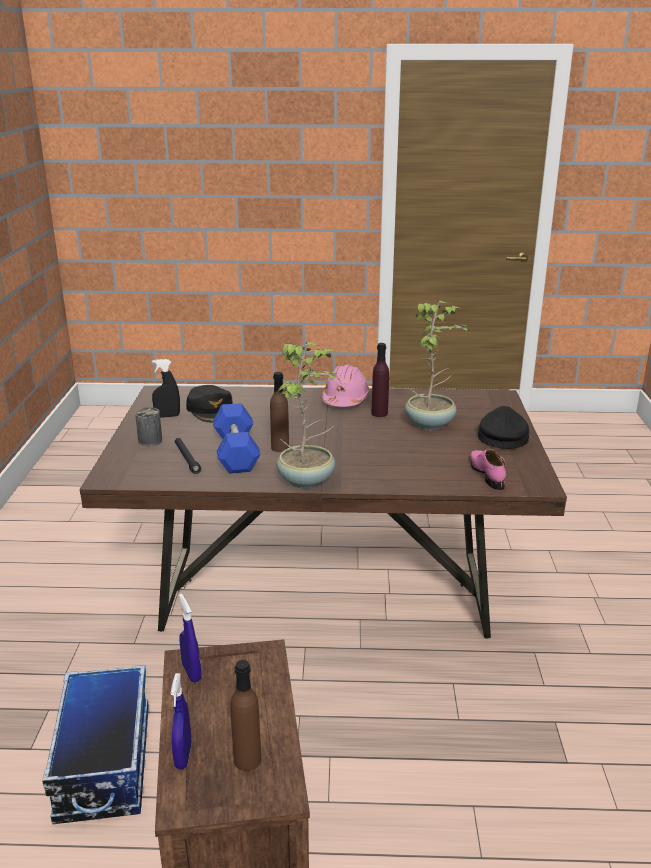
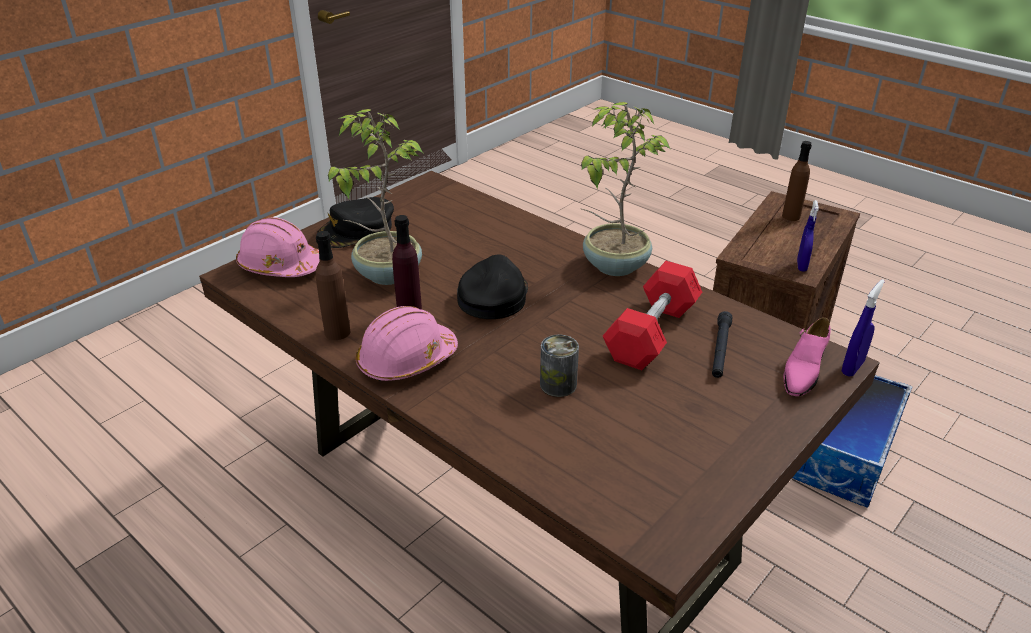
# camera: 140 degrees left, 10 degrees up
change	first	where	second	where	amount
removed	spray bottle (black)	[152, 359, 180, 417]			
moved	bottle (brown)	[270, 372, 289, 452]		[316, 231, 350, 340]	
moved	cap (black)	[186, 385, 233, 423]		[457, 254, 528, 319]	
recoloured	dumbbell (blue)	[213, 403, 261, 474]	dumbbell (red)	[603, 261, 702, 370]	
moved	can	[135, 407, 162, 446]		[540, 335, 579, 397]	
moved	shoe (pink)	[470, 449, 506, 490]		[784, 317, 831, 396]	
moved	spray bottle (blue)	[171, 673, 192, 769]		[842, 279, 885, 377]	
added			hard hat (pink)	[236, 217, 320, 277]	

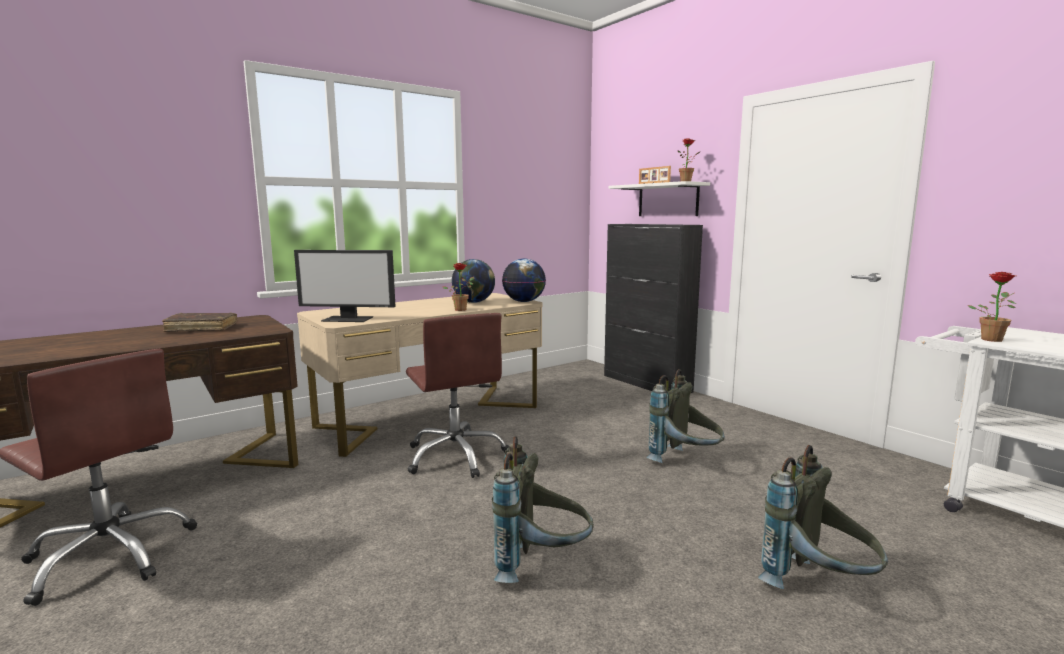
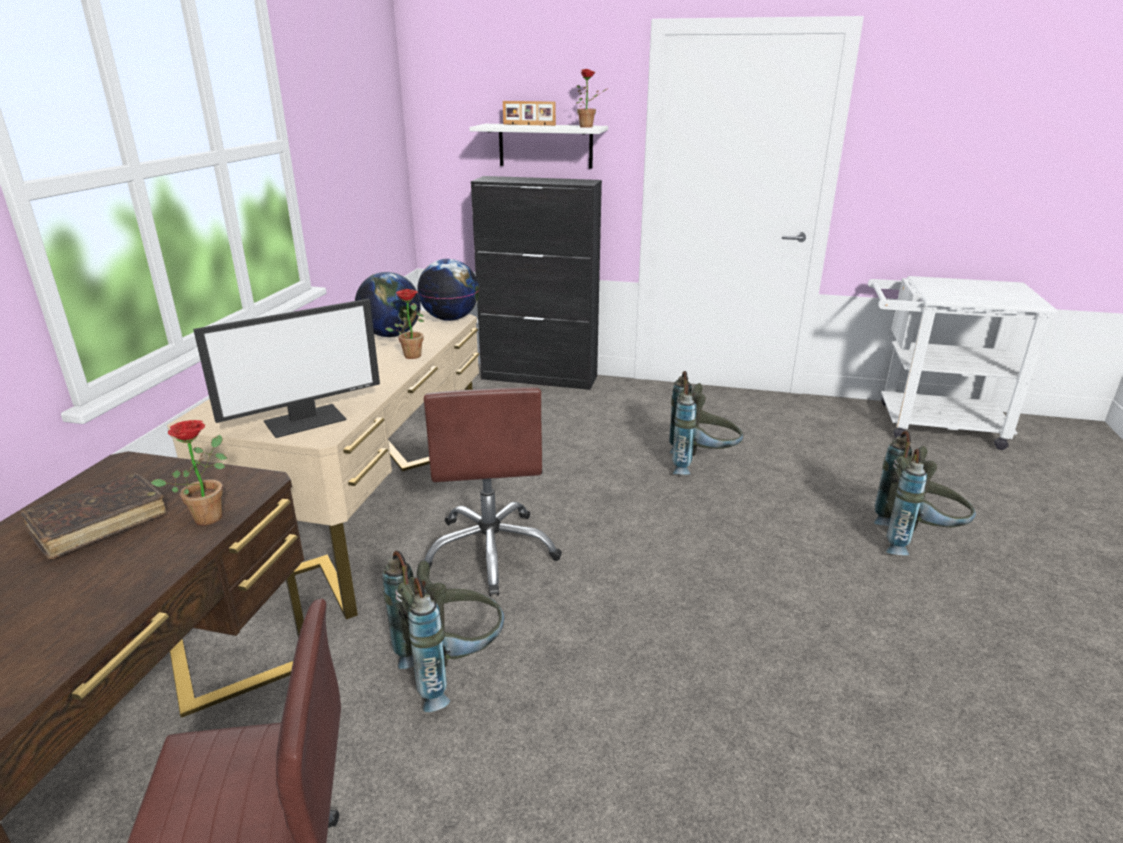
# camera: 40 degrees left, 15 degrees up
change	first	where	second	where	amount
moved	potted plant	[968, 272, 1016, 342]		[150, 420, 227, 525]	
turned	office chair (brown)	[406, 313, 509, 478]		[420, 387, 562, 596]	60 degrees clockwise
moved	backpack (grey)	[492, 436, 594, 583]		[382, 551, 504, 712]	

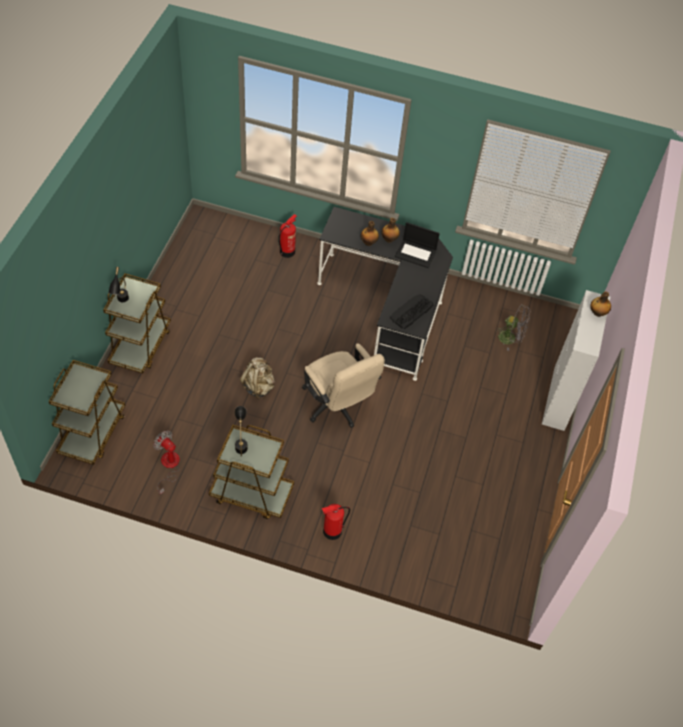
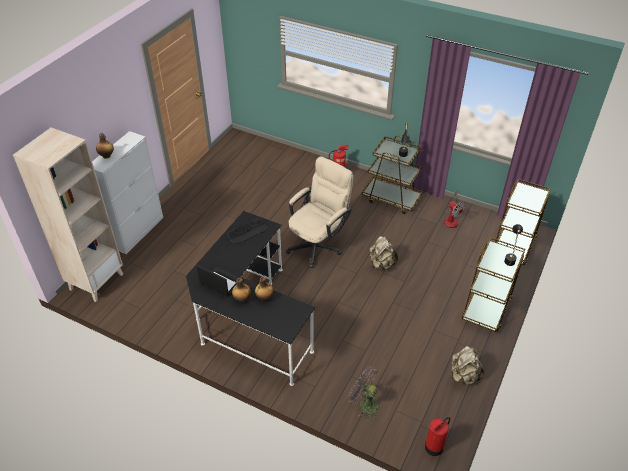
# camera: 165 degrees left, 10 degrees down
change	first	where	second	where	amount
moved	fire extinguisher	[279, 214, 297, 258]		[425, 417, 450, 456]	
moved	fan (grey)	[495, 304, 531, 351]		[347, 366, 380, 420]	
turned	office chair (beige)	[302, 343, 385, 428]		[286, 156, 353, 268]	60 degrees clockwise
added			bookcase (beige)	[13, 128, 123, 302]	
added			backpack (beige)	[450, 346, 484, 385]	

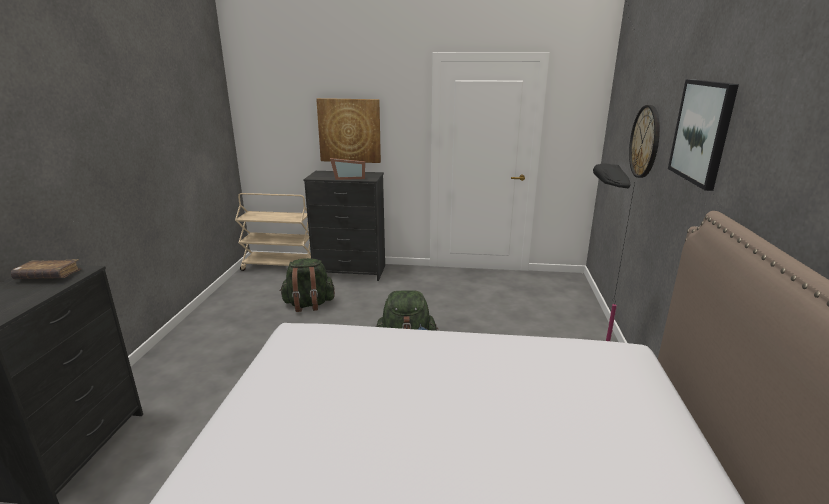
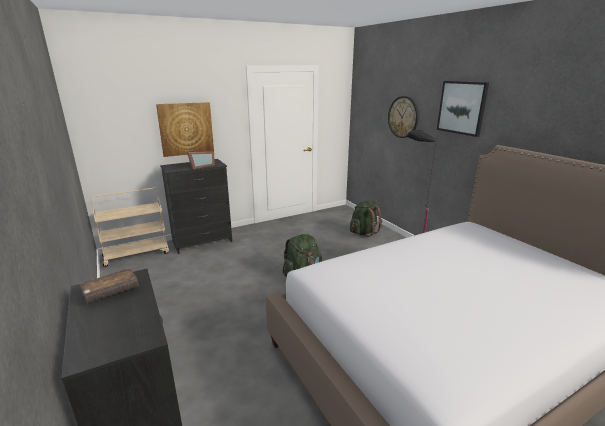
# camera: 35 degrees left, 0 degrees up
change	first	where	second	where	amount
moved	backpack (green)	[280, 258, 335, 312]		[350, 201, 382, 237]	

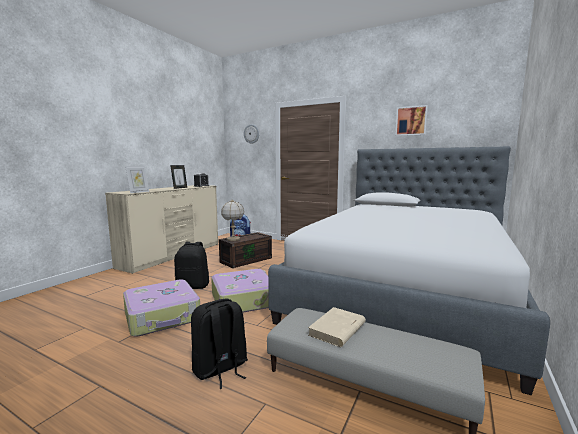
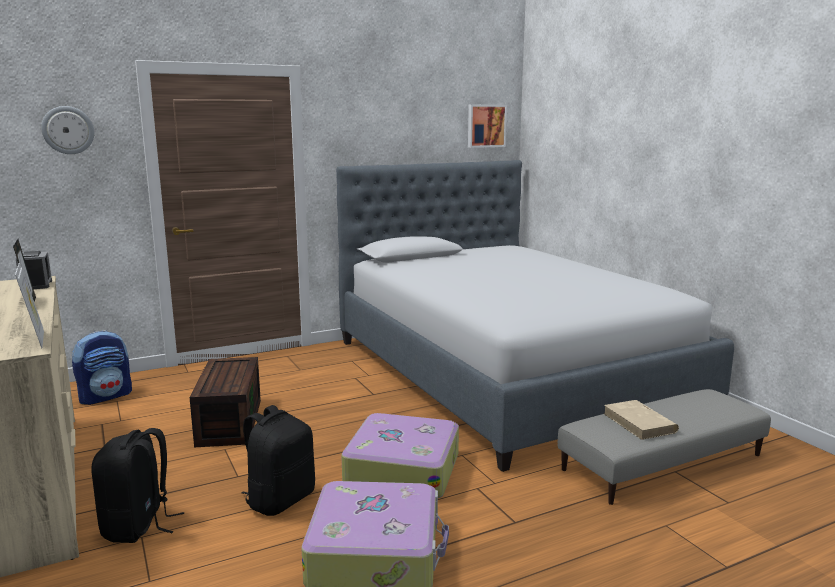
# camera: 55 degrees left, 5 degrees up
change	first	where	second	where	amount
moved	picture	[395, 105, 428, 136]		[468, 105, 507, 148]	
removed	table lamp	[221, 199, 244, 241]			
moved	backpack (black)	[191, 299, 248, 389]		[92, 428, 184, 543]	

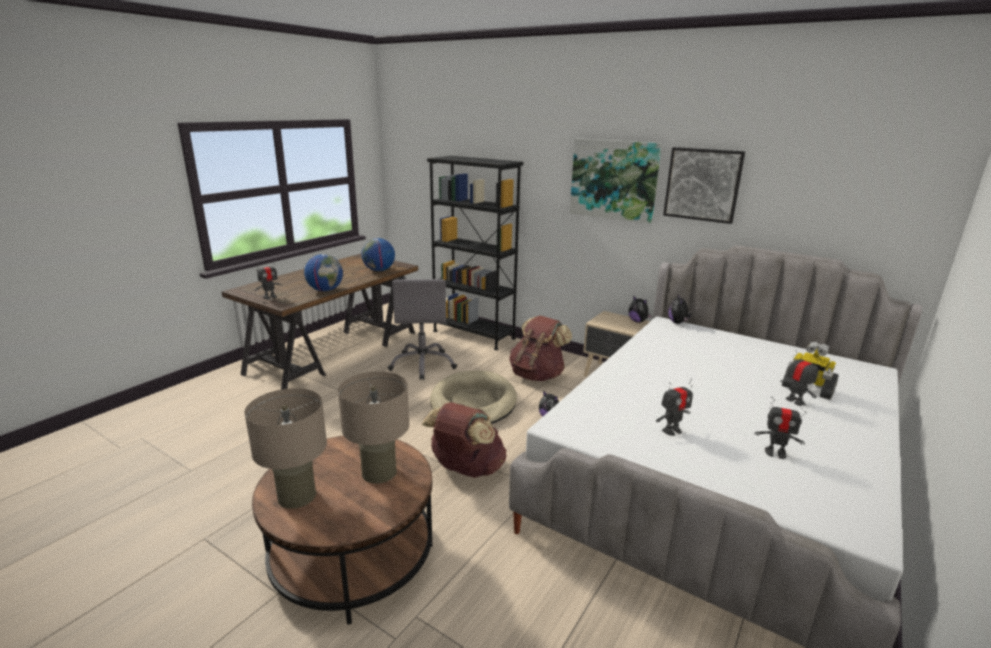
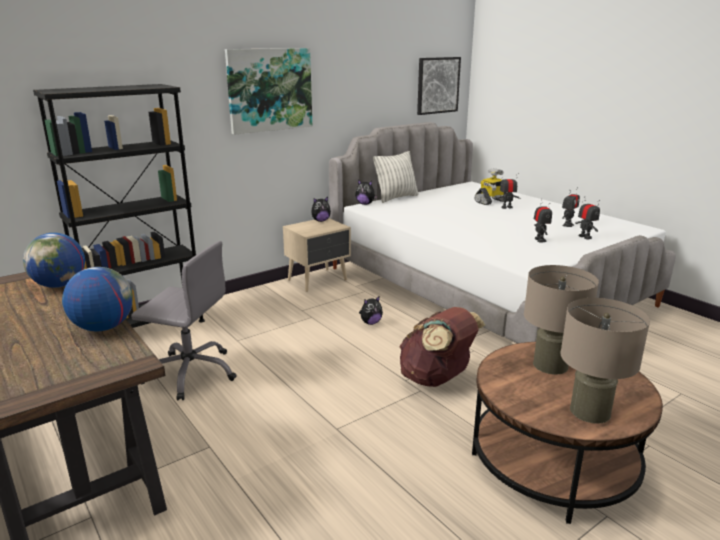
# camera: 70 degrees left, 0 degrees up
change	first	where	second	where	amount
moved	picture	[663, 147, 745, 224]		[417, 57, 461, 115]	
moved	toy robot	[254, 260, 281, 300]		[575, 196, 600, 240]	
removed	backpack (brown)	[509, 316, 572, 381]			
removed	dog bed (beige)	[430, 371, 517, 424]			
added			pillow	[373, 151, 419, 203]	

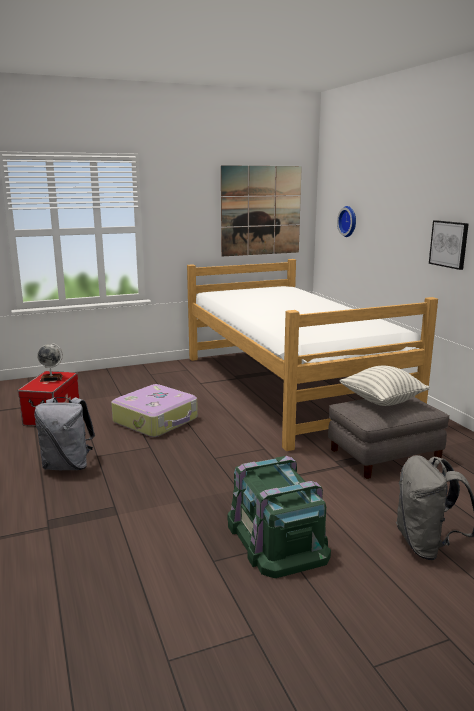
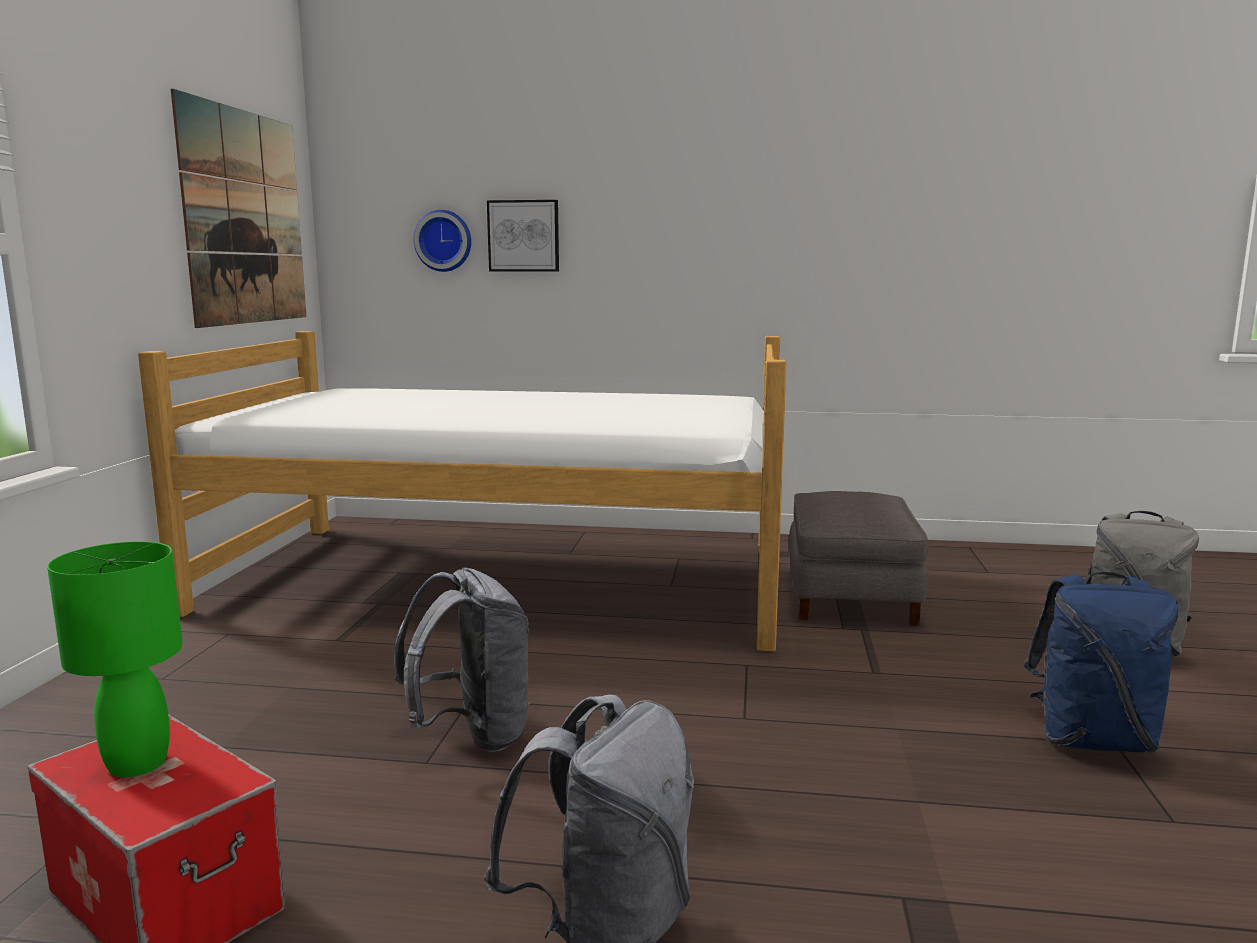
# camera: 60 degrees left, 5 degrees down
change	first	where	second	where	amount
moved	picture	[429, 220, 469, 270]		[487, 200, 559, 272]	
replaced	globe	[37, 343, 63, 382]	table lamp (green)	[47, 541, 183, 777]	
removed	pillow	[339, 366, 430, 406]			
replaced	suitcase	[111, 384, 198, 437]	backpack (grey)	[394, 568, 531, 752]	
replaced	storage box (green)	[227, 456, 331, 578]	backpack (blue)	[1024, 572, 1178, 752]	

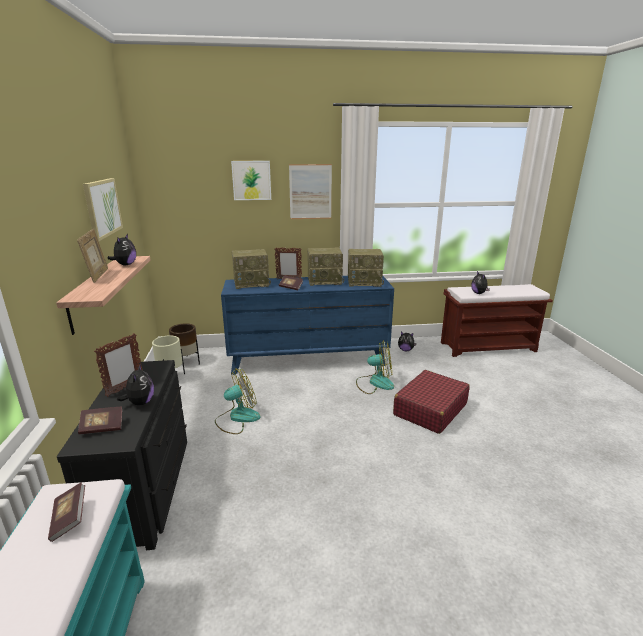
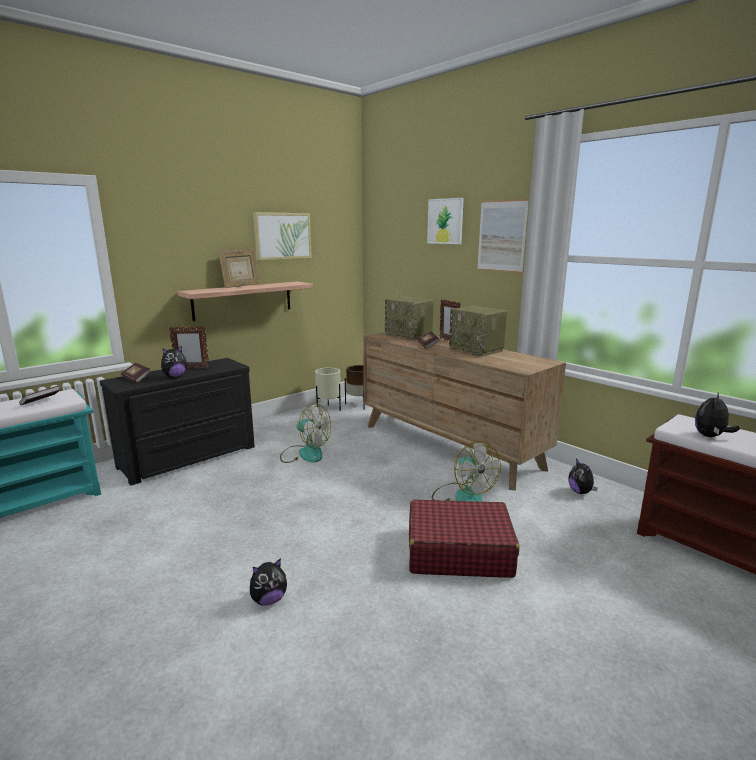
# camera: 55 degrees right, 5 degrees down
change	first	where	second	where	amount
moved	plush toy	[107, 234, 136, 265]		[250, 558, 287, 606]	
removed	radio	[348, 249, 384, 287]			
recoloured	dresser (blue)	[221, 276, 394, 375]	dresser (brown)	[363, 332, 566, 491]	

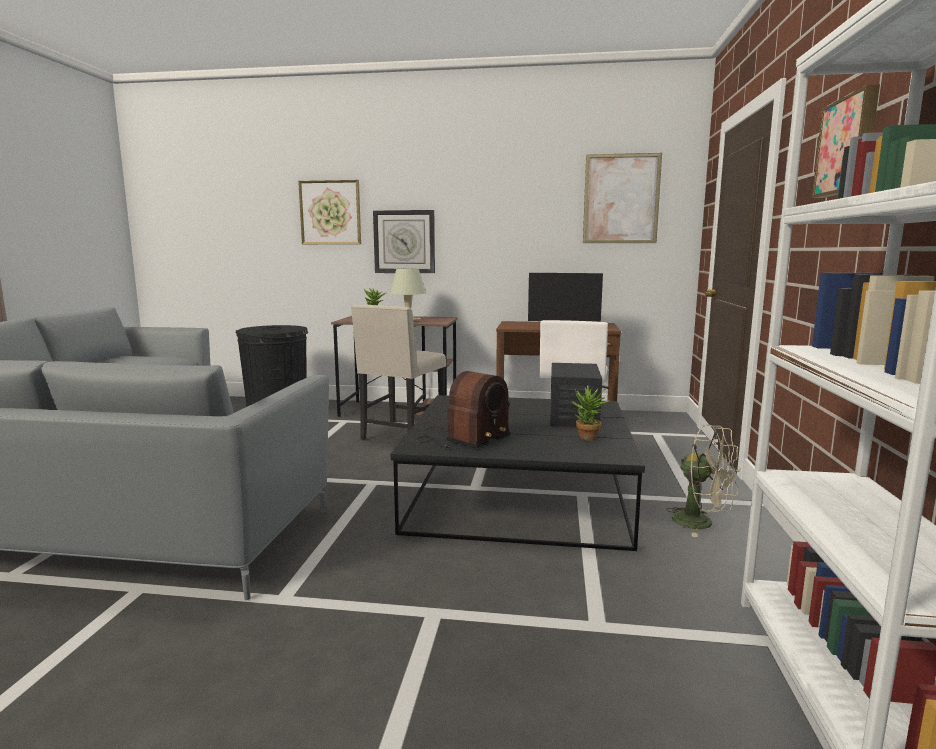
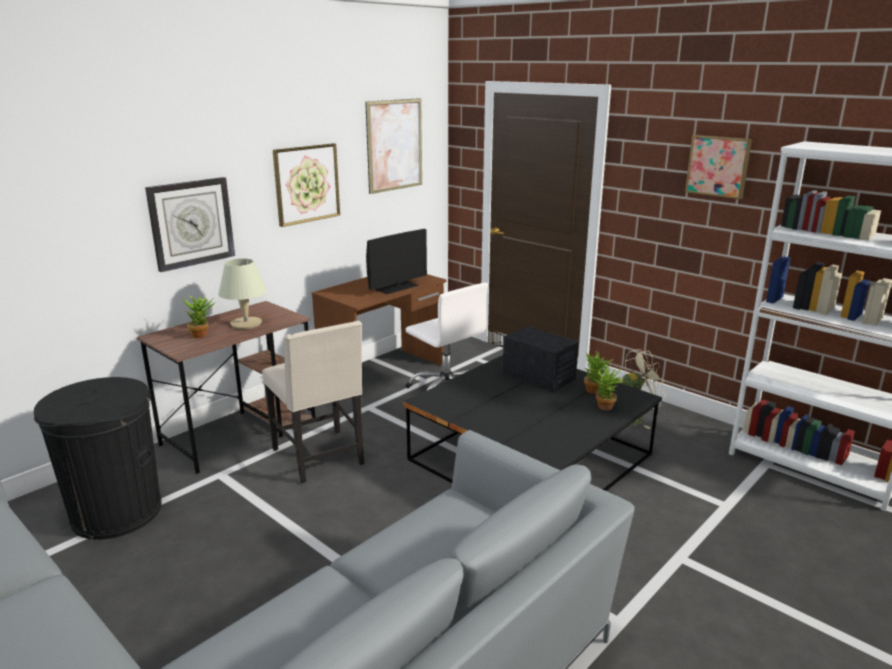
# camera: 55 degrees left, 10 degrees up
change	first	where	second	where	amount
moved	picture	[298, 180, 361, 244]		[273, 143, 340, 227]	
removed	radio	[416, 371, 510, 450]			
added			potted plant	[593, 365, 624, 411]	

